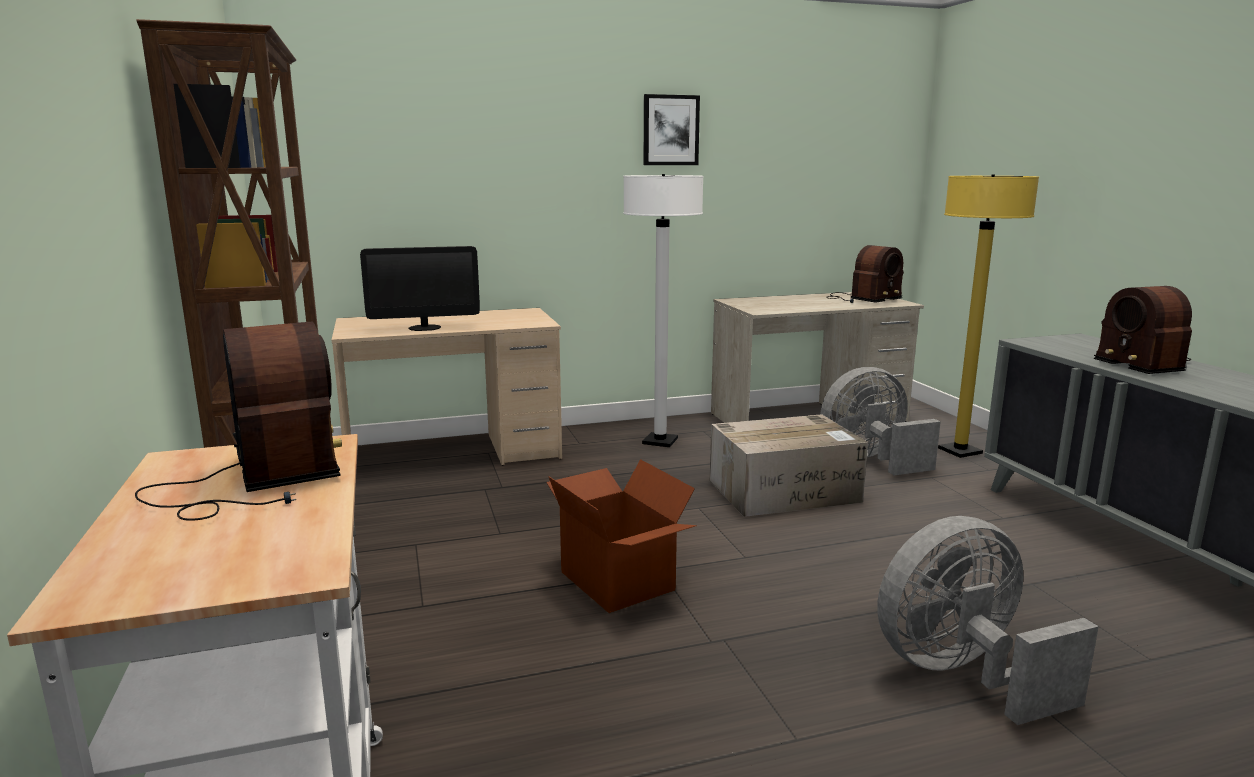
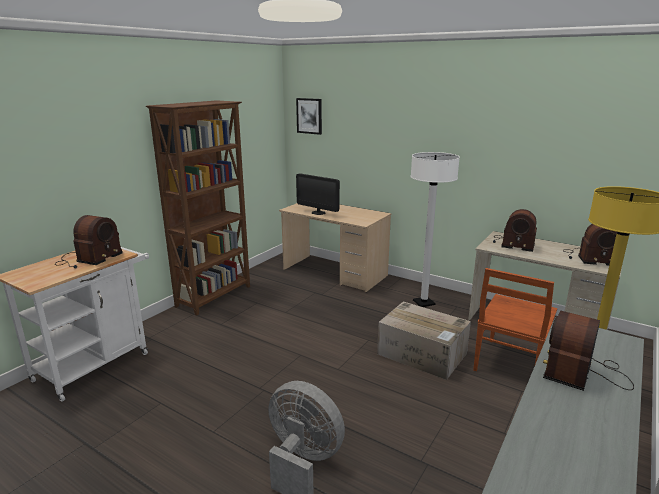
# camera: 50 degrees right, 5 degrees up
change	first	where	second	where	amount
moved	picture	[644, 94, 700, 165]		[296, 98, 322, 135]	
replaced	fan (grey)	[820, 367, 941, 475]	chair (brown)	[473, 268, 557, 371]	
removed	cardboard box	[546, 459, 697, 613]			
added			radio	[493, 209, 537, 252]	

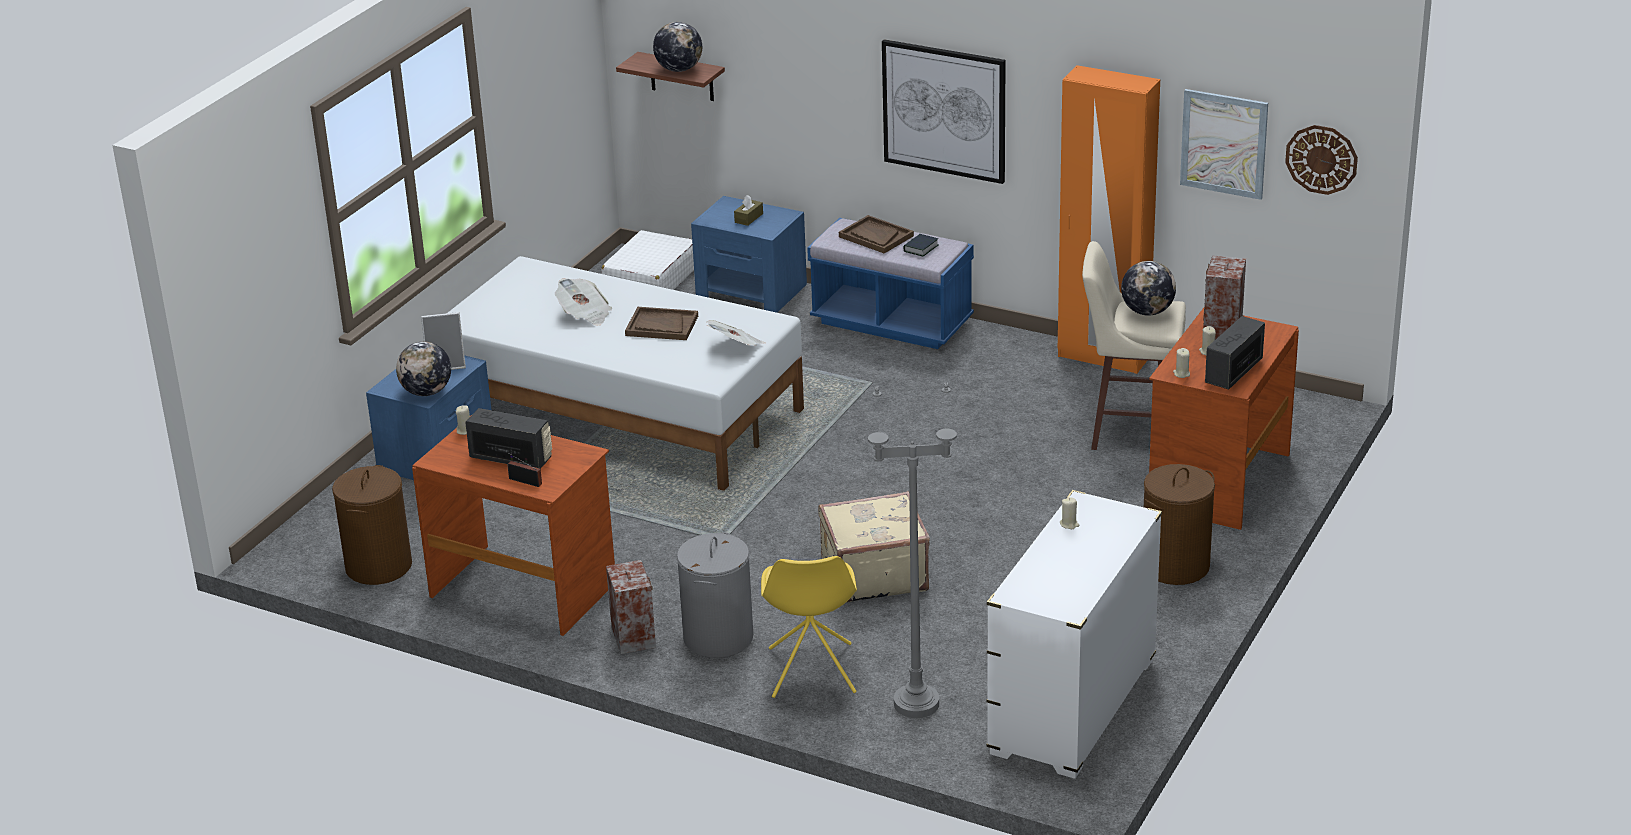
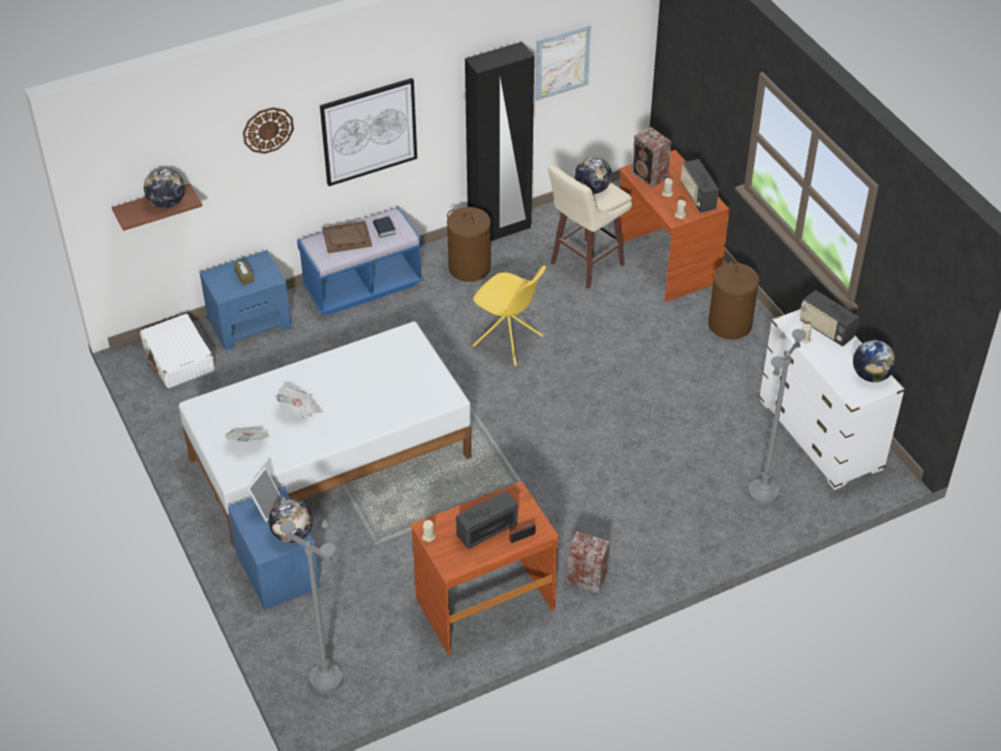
# camera: 55 degrees left, 15 degrees up
change	first	where	second	where	amount
recoloured	wardrobe (orange)	[1058, 65, 1160, 374]	wardrobe (black)	[465, 42, 534, 241]	
moved	wall clock	[1285, 125, 1358, 195]		[243, 107, 294, 154]	
removed	tray (brown)	[625, 307, 698, 340]			
moved	newspaper	[707, 320, 766, 346]		[225, 425, 270, 442]	
moved	laundry basket (brown)	[332, 465, 412, 585]		[447, 207, 491, 282]	
removed	suitcase (beige)	[818, 491, 930, 603]			
removed	laundry basket (grey)	[677, 532, 753, 658]			
moved	chair (yellow)	[761, 556, 857, 698]		[472, 265, 546, 366]	
added			radio	[800, 290, 859, 346]	
added			globe	[853, 340, 896, 382]	
added			floor lamp (grey)	[280, 497, 343, 694]	

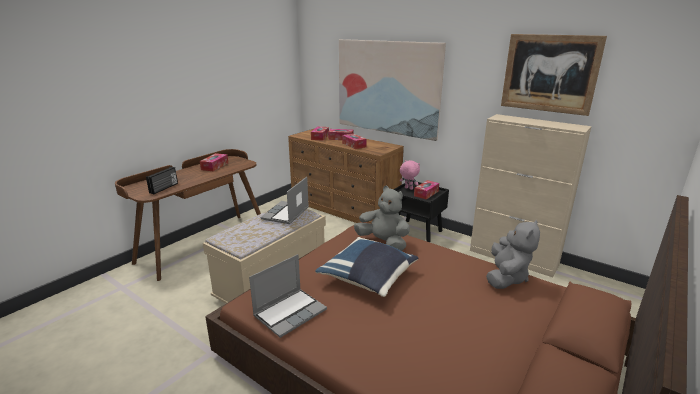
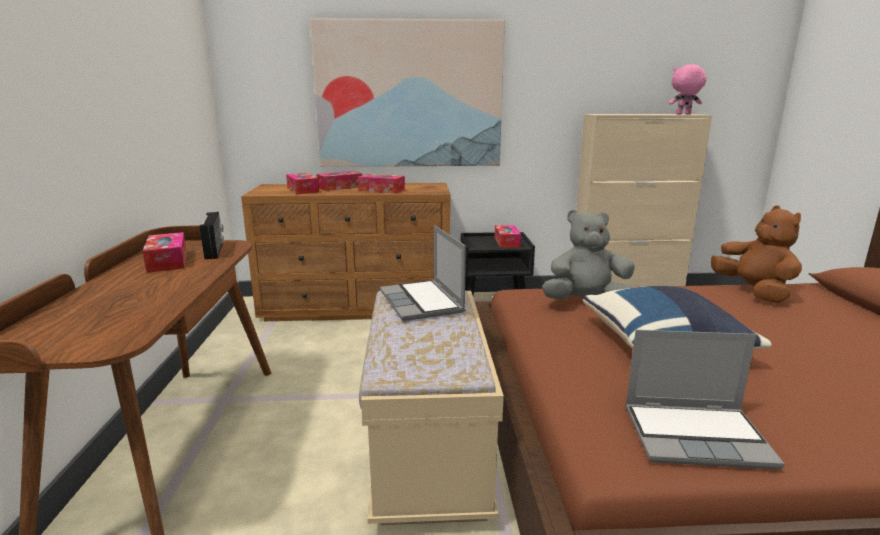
# camera: 40 degrees left, 5 degrees down
change	first	where	second	where	amount
removed	picture	[501, 34, 607, 116]			
moved	plush toy (pink)	[400, 160, 420, 190]		[669, 65, 706, 114]	
moved	radio	[146, 167, 178, 194]		[200, 212, 224, 259]	
recoloured	plush toy (grey)	[486, 220, 540, 289]	plush toy (brown)	[711, 206, 802, 303]	
turned	laptop	[249, 254, 327, 338]		[625, 330, 785, 469]	90 degrees clockwise

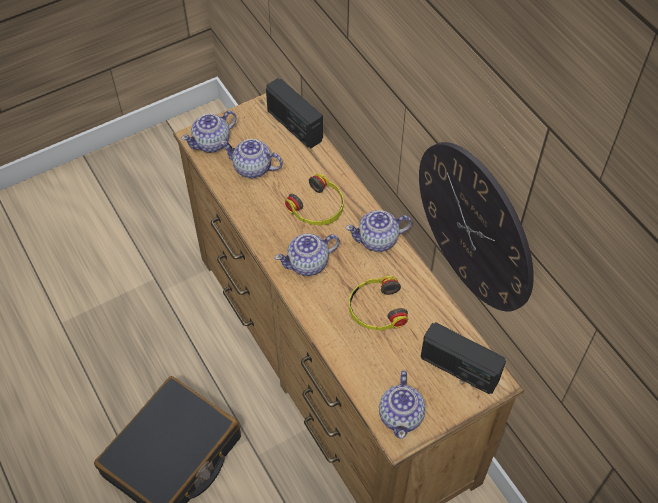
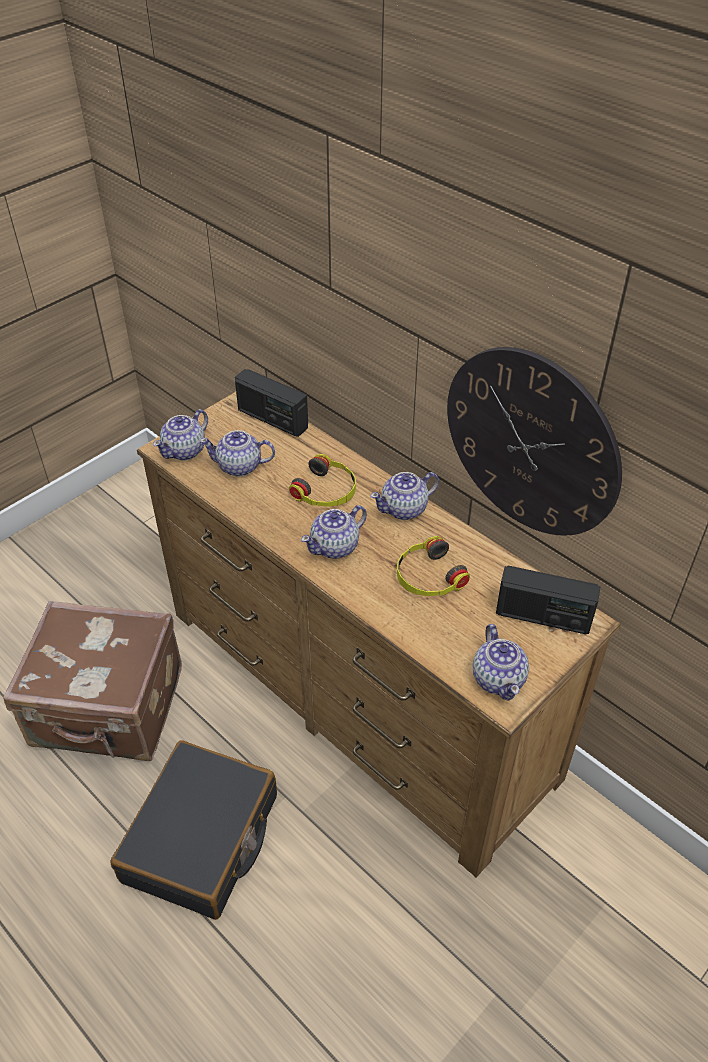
# camera: 15 degrees left, 10 degrees down
change	first	where	second	where	amount
added			suitcase (brown)	[3, 601, 182, 761]	

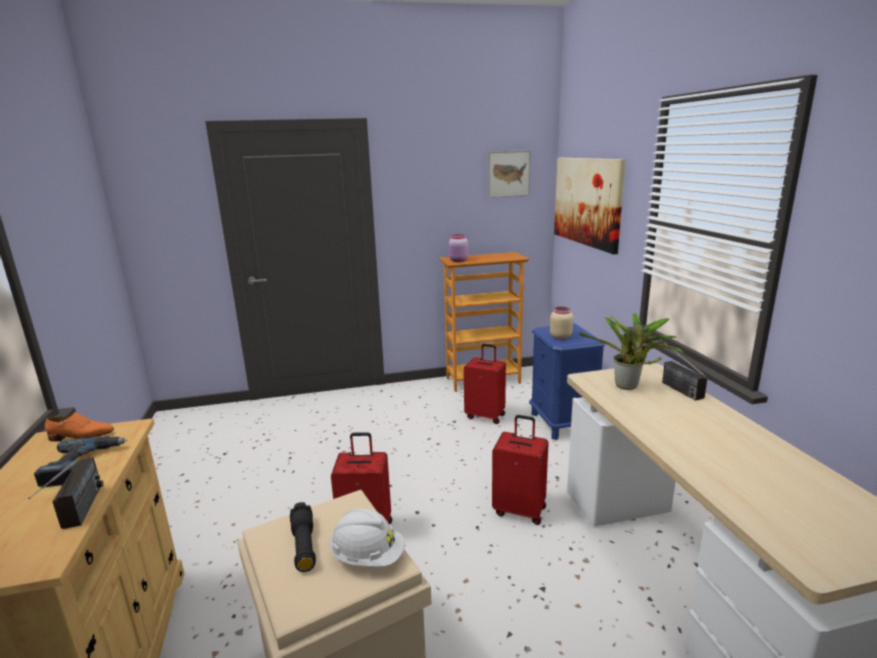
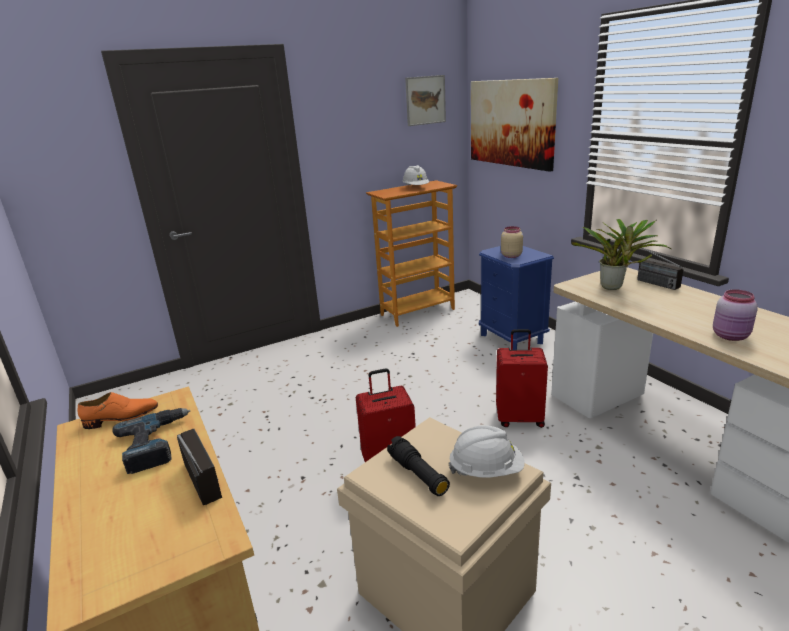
# camera: 15 degrees left, 5 degrees up
change	first	where	second	where	amount
moved	jar (pink)	[449, 234, 468, 262]		[713, 289, 758, 341]	
removed	suitcase (red)	[464, 344, 506, 424]			
added			hard hat (white)	[403, 165, 429, 186]	

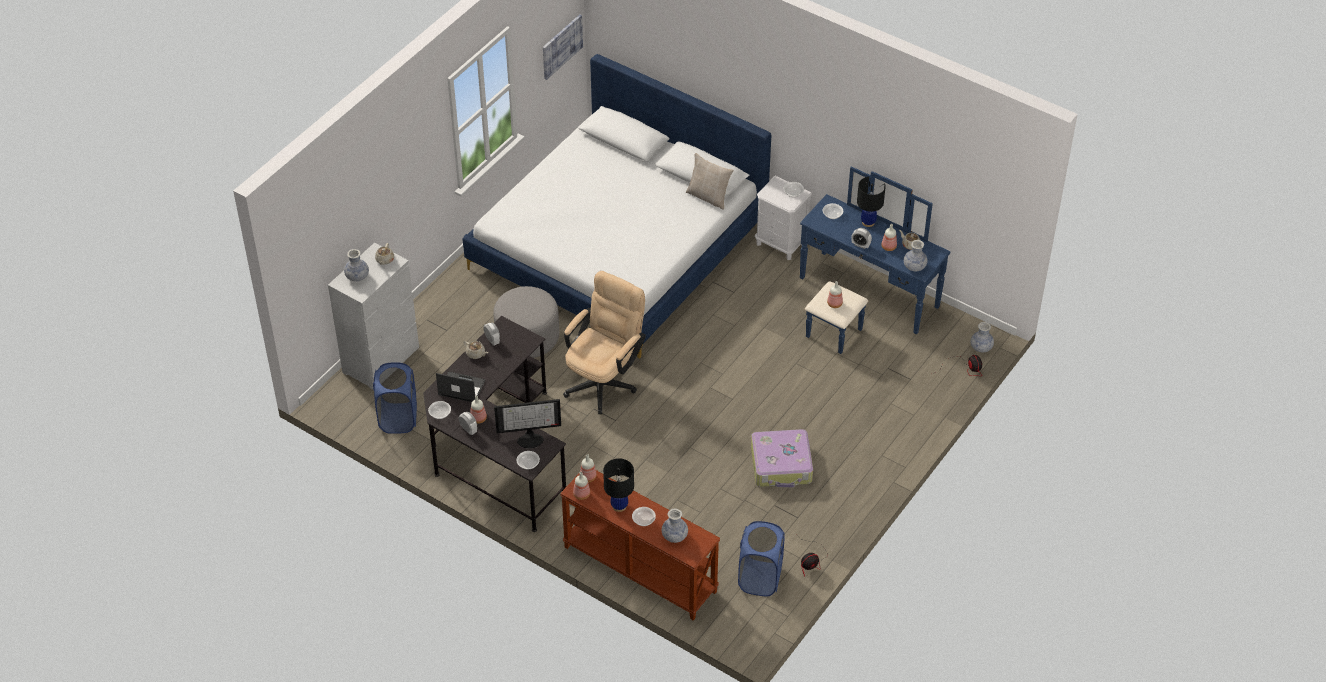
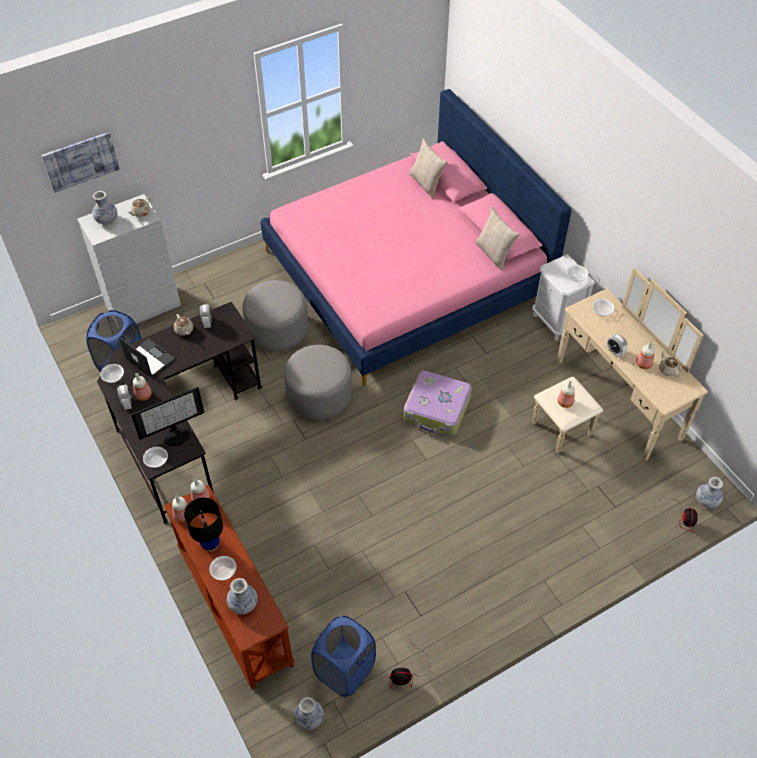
# camera: 25 degrees right, 5 degrees up
change	first	where	second	where	amount
moved	picture	[543, 14, 583, 80]		[41, 132, 120, 193]	
recoloured	bed (white)	[462, 54, 772, 358]	bed (pink)	[261, 89, 572, 386]	
recoloured	dresser (blue)	[800, 166, 951, 354]	dresser (beige)	[532, 267, 708, 461]	
removed	table lamp (black)	[857, 177, 886, 227]			
moved	vase	[904, 240, 928, 271]		[294, 697, 324, 730]	
replaced	office chair (beige)	[563, 271, 646, 414]	ottoman (grey)	[284, 345, 352, 420]	
turned	monitor	[494, 399, 561, 449]		[131, 387, 204, 446]	45 degrees counterclockwise
moved	suitcase	[751, 429, 813, 487]		[404, 370, 472, 436]	
added			pillow (beige)	[409, 138, 448, 198]	

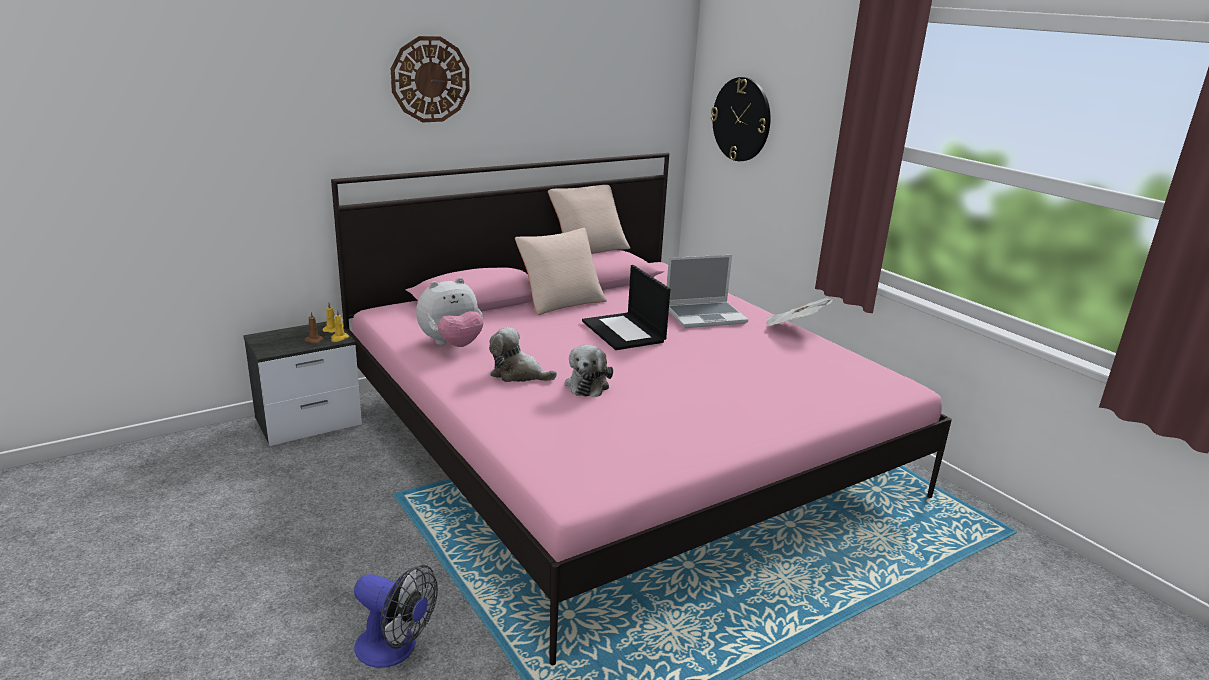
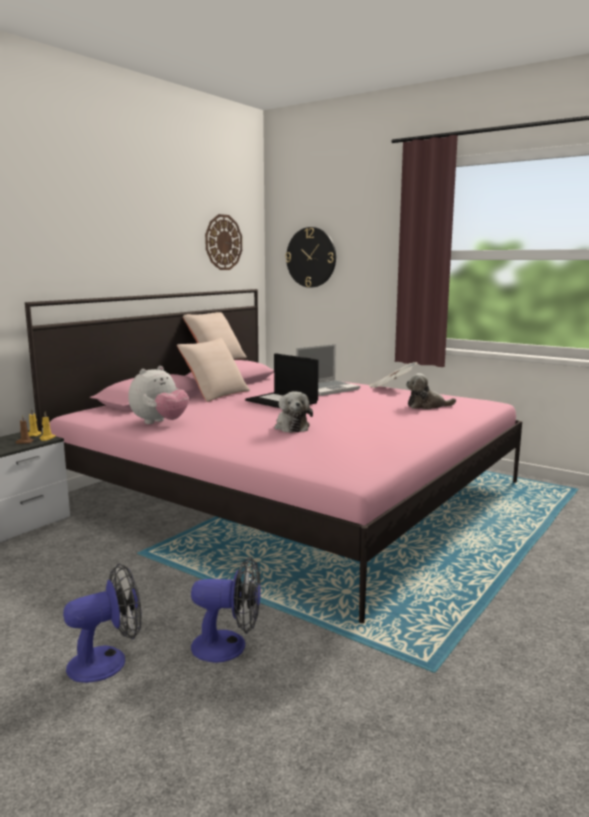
# camera: 20 degrees left, 10 degrees down
change	first	where	second	where	amount
moved	wall clock	[391, 36, 470, 122]		[205, 214, 242, 270]	
moved	plush toy	[489, 327, 557, 382]		[406, 373, 456, 409]	
added			fan	[63, 563, 142, 683]	

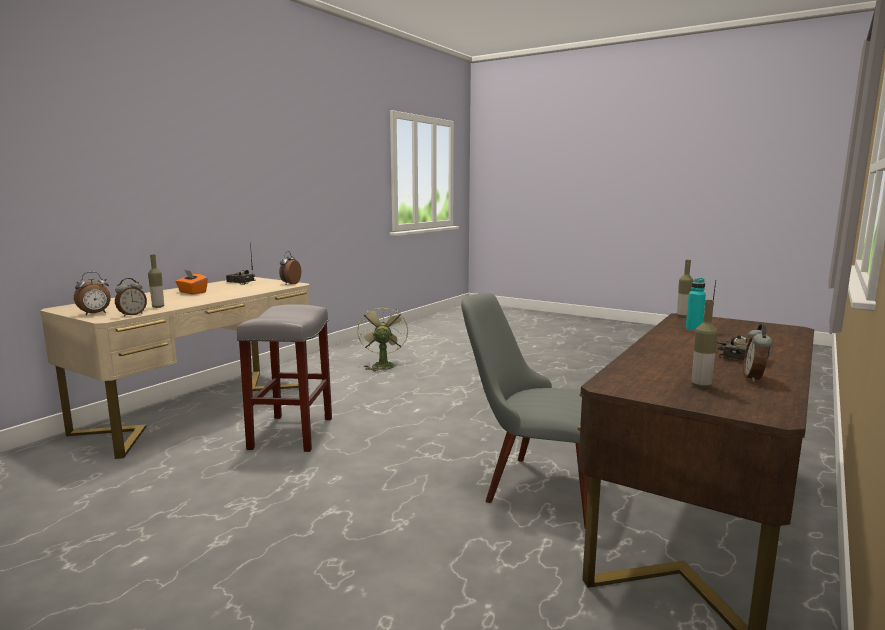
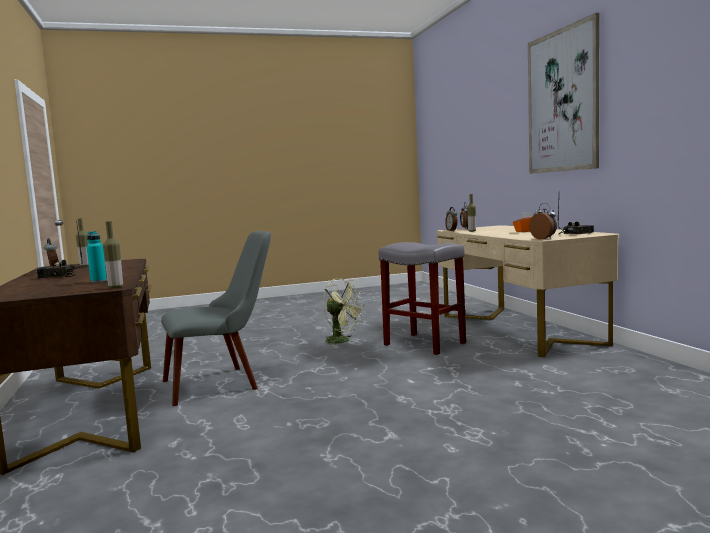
# camera: 130 degrees right, 5 degrees down
change	first	where	second	where	amount
moved	fan (green)	[357, 305, 408, 372]		[323, 278, 365, 347]	
added			picture	[528, 13, 599, 174]	

